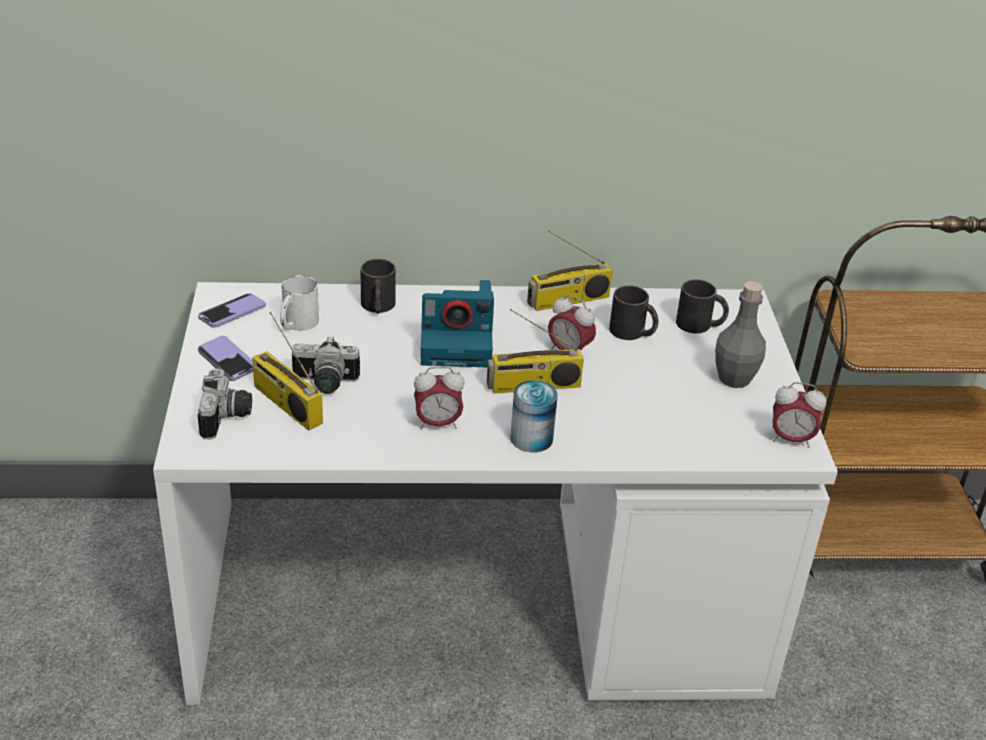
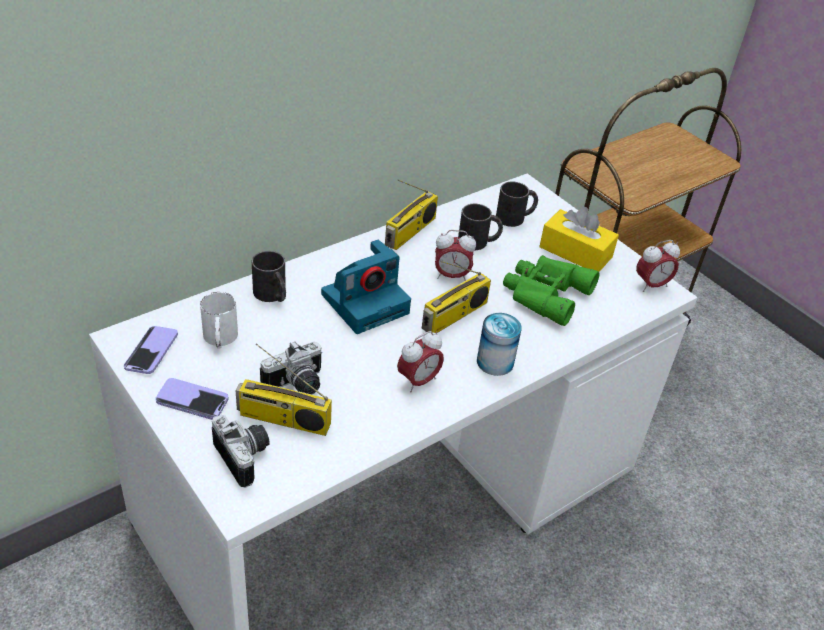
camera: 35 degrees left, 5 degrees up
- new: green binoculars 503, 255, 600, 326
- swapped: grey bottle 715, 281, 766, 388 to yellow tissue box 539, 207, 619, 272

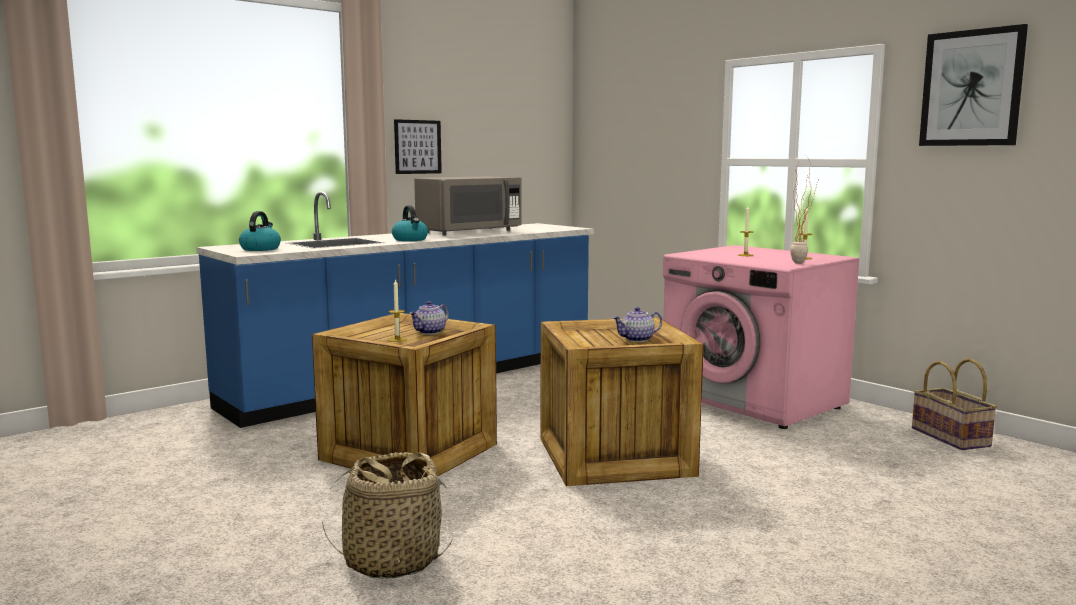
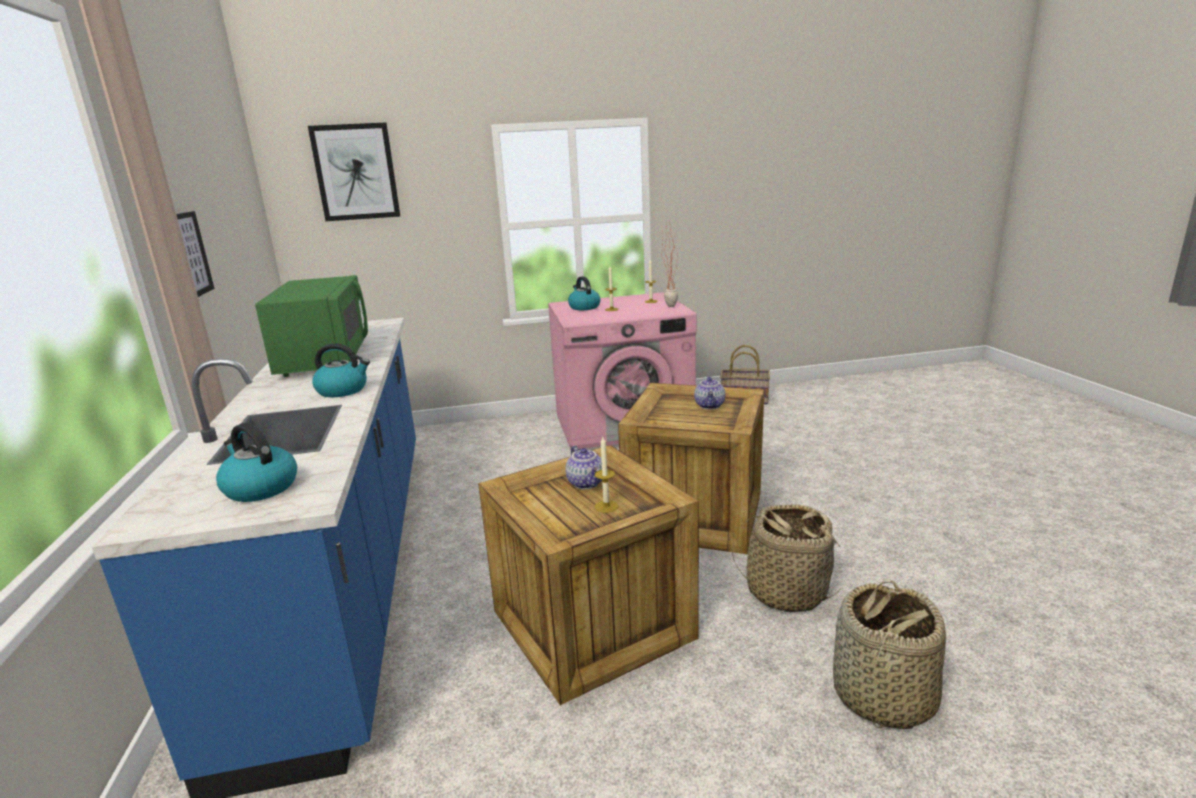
camera: 60 degrees left, 10 degrees up
- repainted: grey microwave 414, 177, 522, 236 to green microwave 255, 275, 368, 377
- shifted: picture 919, 24, 1028, 146 to 308, 123, 400, 221
- new: kettle 568, 276, 601, 310
- new: basket 731, 504, 841, 613

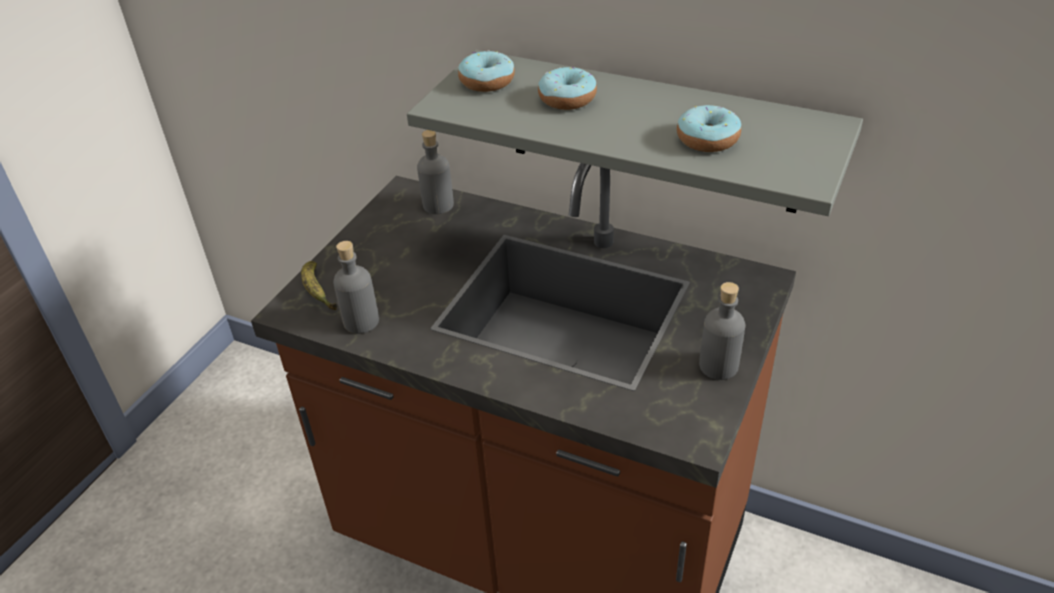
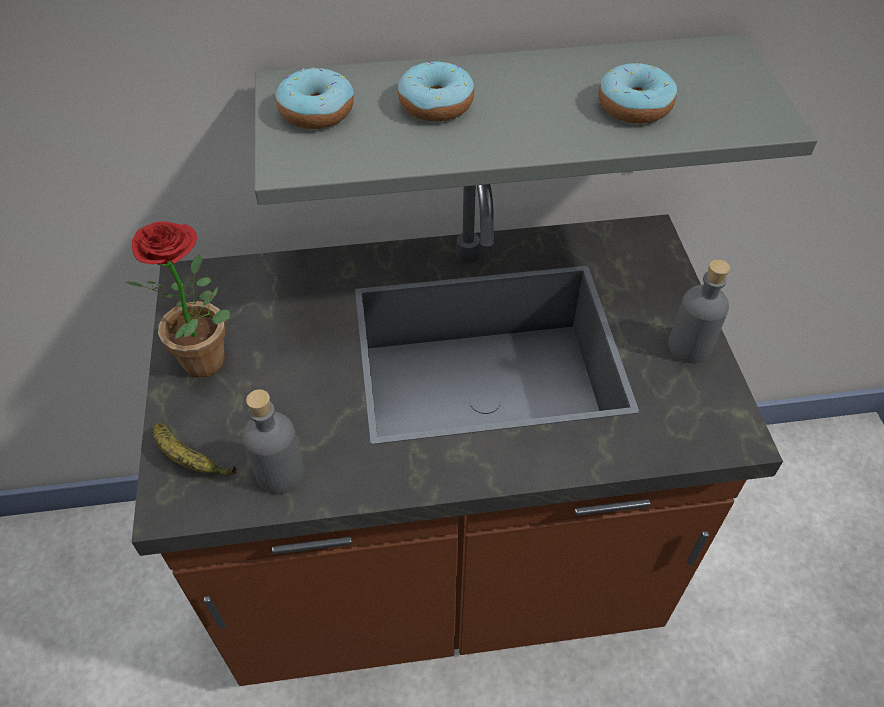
camera: 35 degrees left, 10 degrees up
- new: potted plant 126, 222, 230, 378
- gone: grey bottle 417, 130, 454, 214

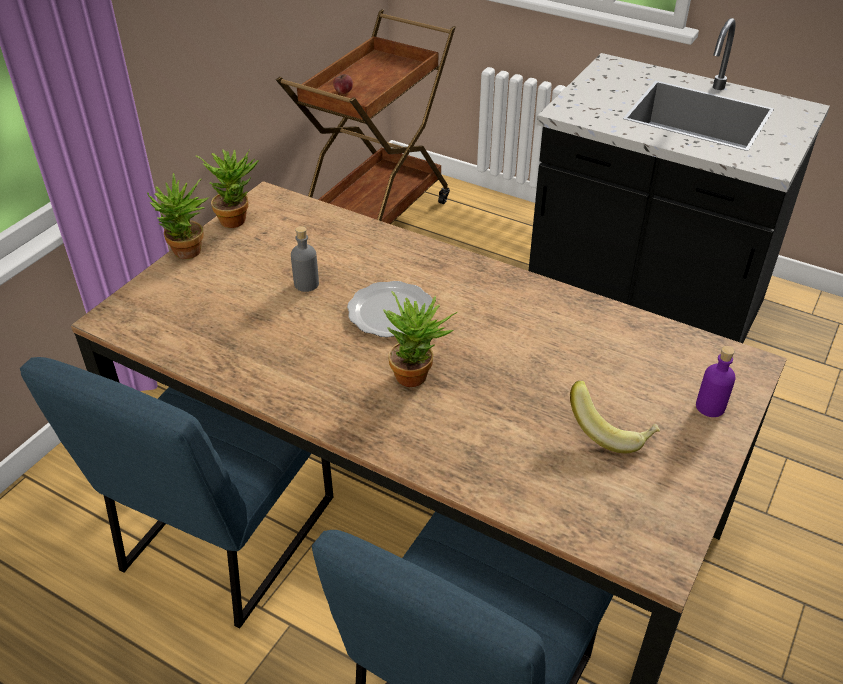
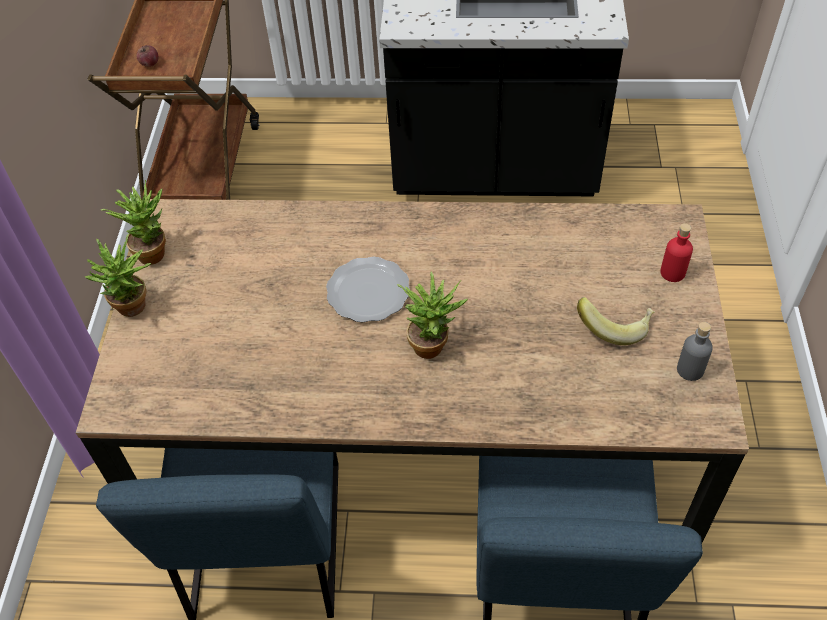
camera: 25 degrees left, 10 degrees up
- repainted: purple bottle 696, 346, 735, 417 to red bottle 660, 223, 693, 282
- shifted: grey bottle 291, 226, 319, 292 to 677, 322, 713, 381

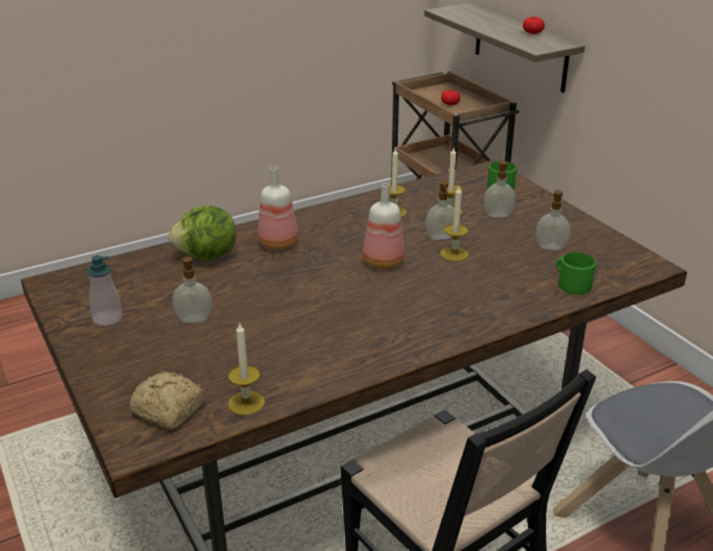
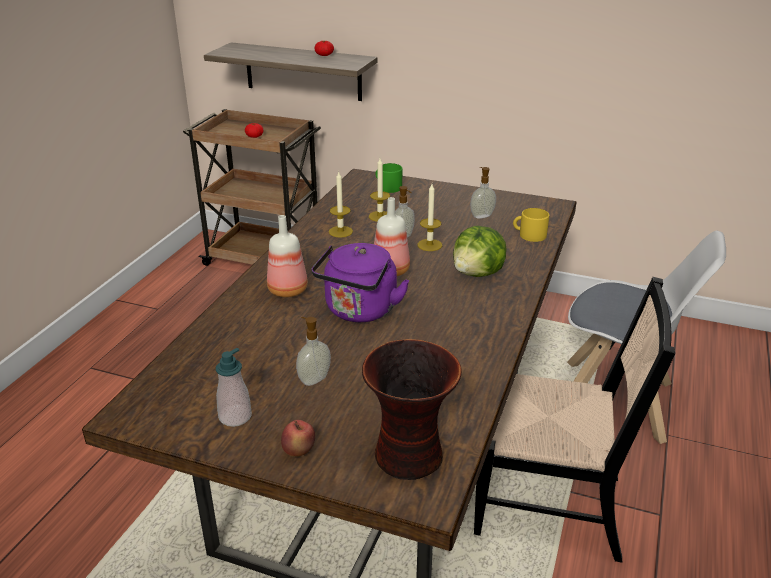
camera: 40 degrees left, 0 degrees up
- new: apple 281, 420, 315, 457
- new: purple kettle 312, 243, 409, 322
- swapped: bread 130, 371, 206, 429 to vase 362, 339, 462, 480
- shifted: lettuce 168, 206, 236, 260 to 453, 226, 507, 277
- repainted: green mug 556, 252, 596, 295 to yellow mug 513, 208, 549, 242
- gone: candle 228, 322, 265, 415
- gone: soap dispenser 484, 160, 516, 217

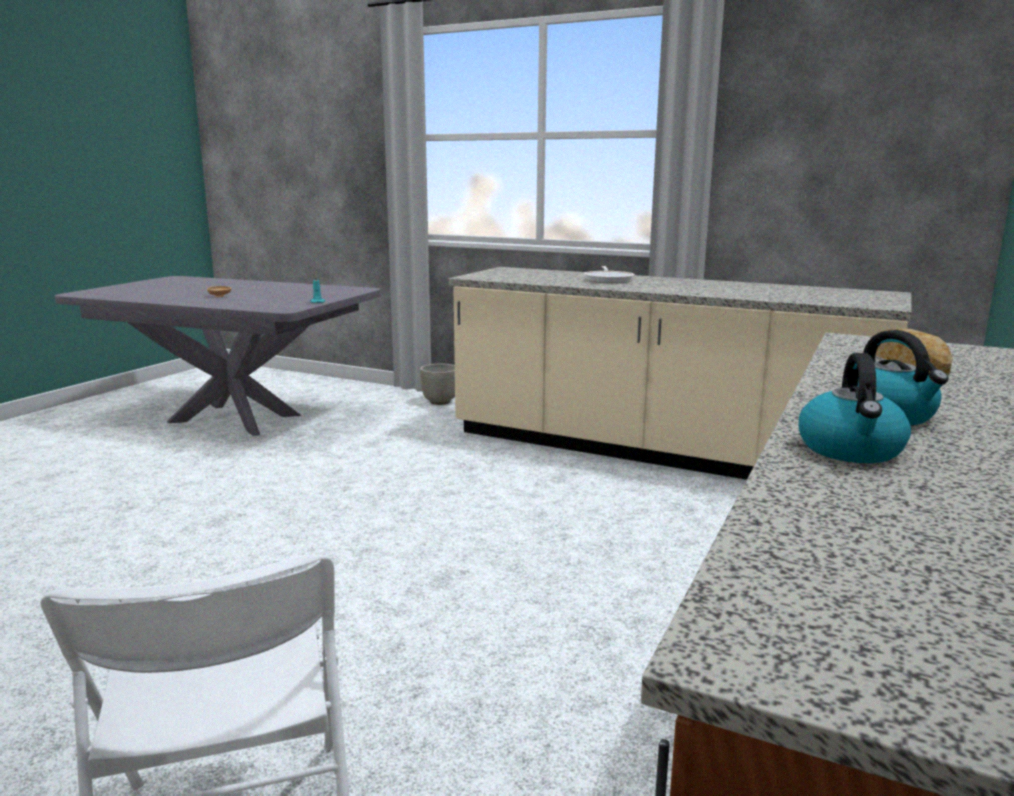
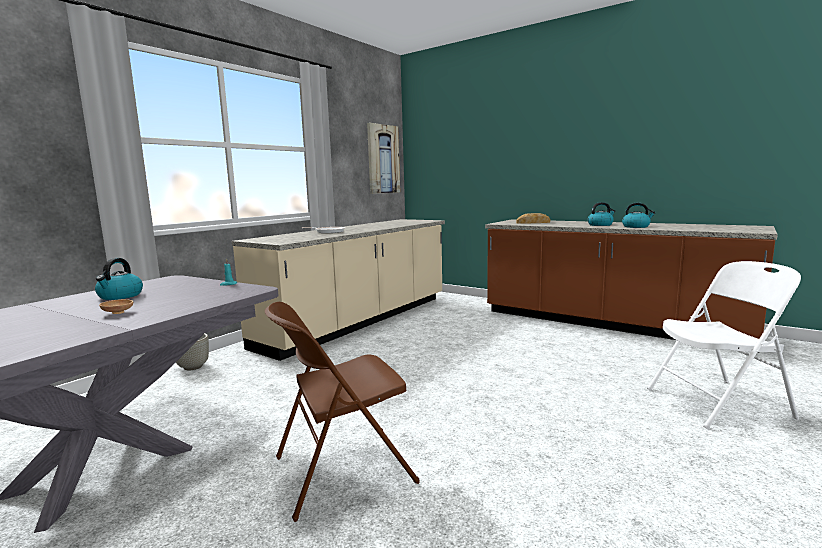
camera: 80 degrees left, 5 degrees down
- new: kettle 95, 258, 143, 300
- new: brown chair 265, 302, 420, 522
- new: picture 367, 123, 400, 194

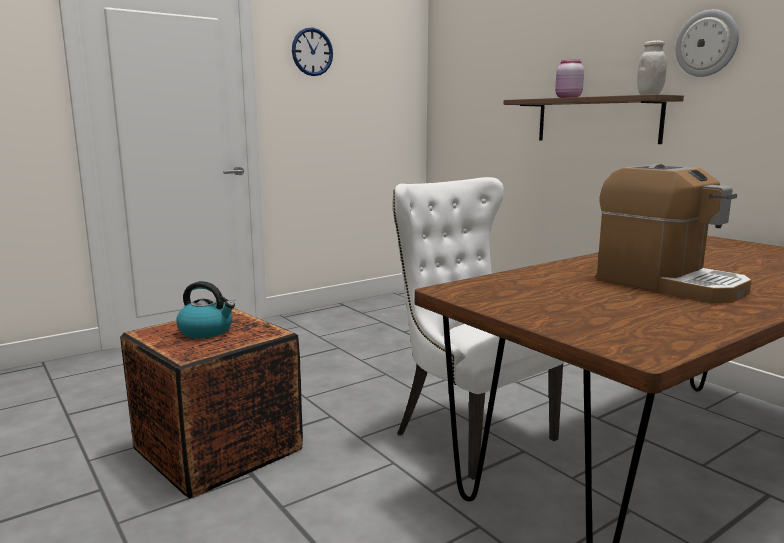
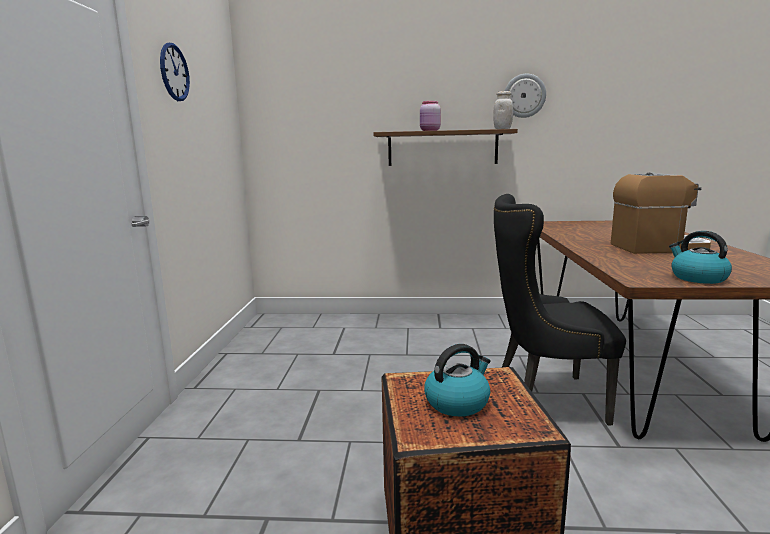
camera: 50 degrees left, 0 degrees up
- repainted: white chair 392, 177, 564, 480 to black chair 494, 194, 626, 425
- new: kettle 669, 231, 732, 284

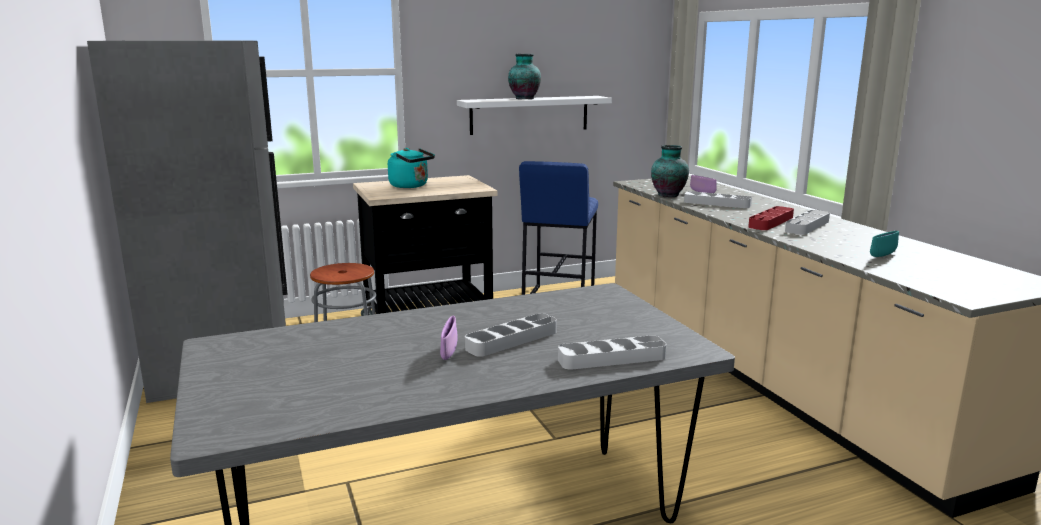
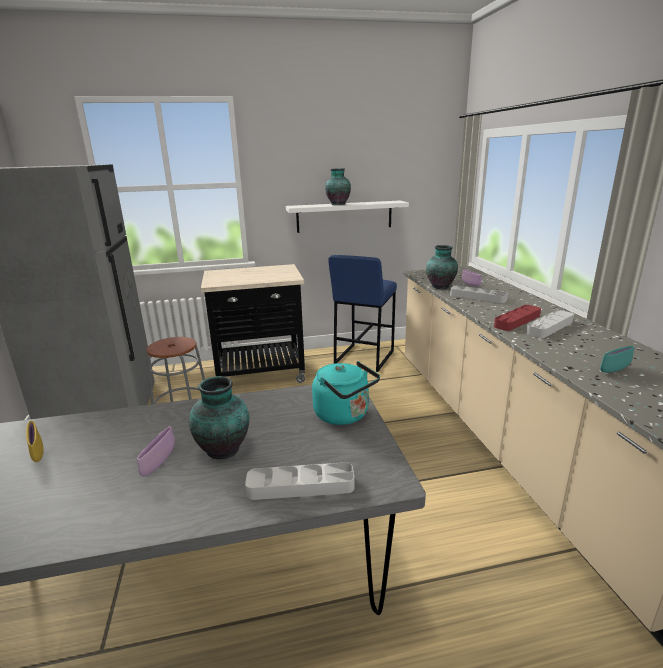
camera: 10 degrees right, 5 degrees up
- new: yellow bowl 26, 421, 43, 462
- swapped: grey tray 465, 313, 557, 357 to vase 189, 376, 249, 459
- shifted: turquoise kettle 388, 148, 435, 188 to 312, 361, 380, 425

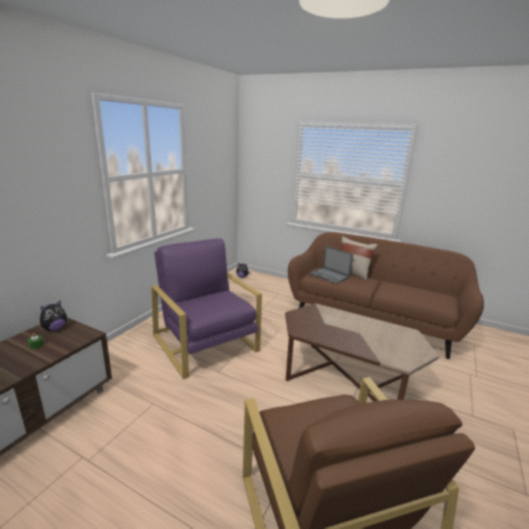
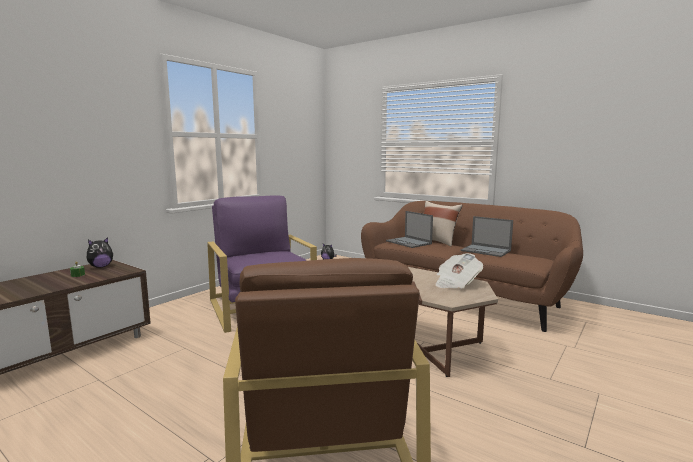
camera: 10 degrees right, 10 degrees down
- new: newspaper 435, 253, 483, 289
- new: laptop 461, 216, 513, 257

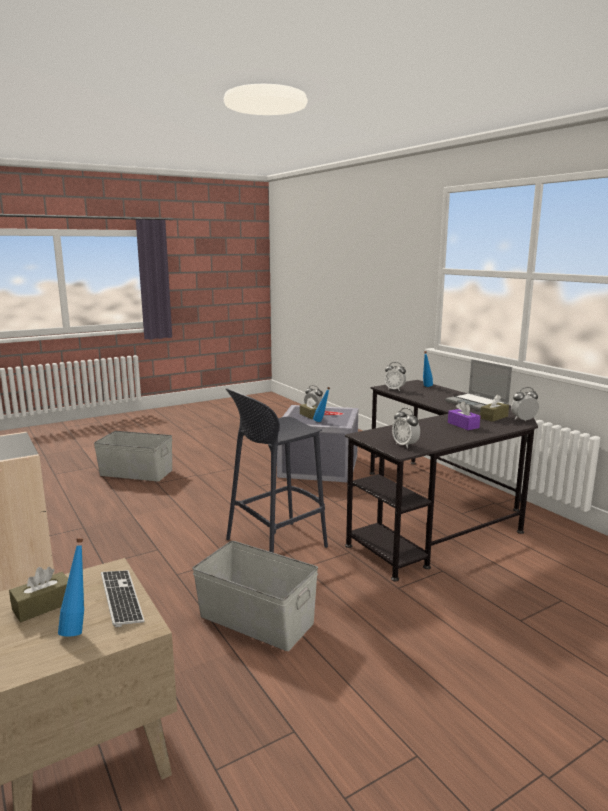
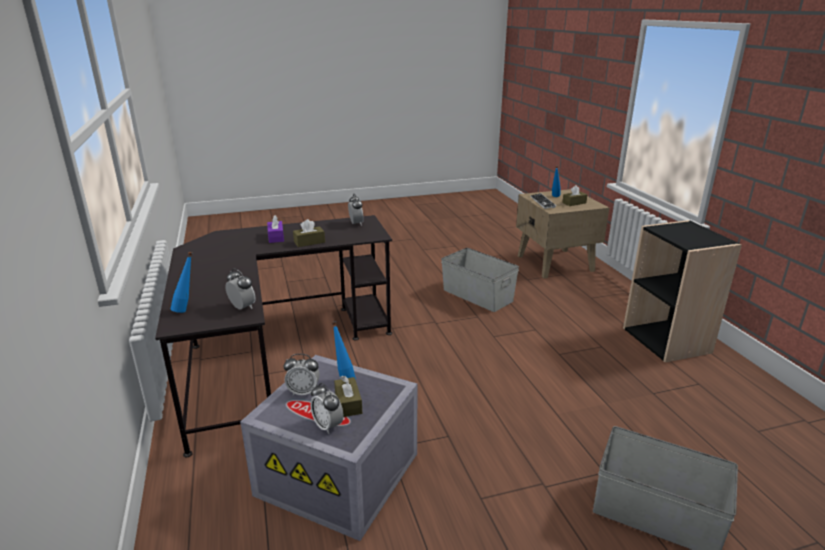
camera: 165 degrees left, 10 degrees up
- shifted: alarm clock 511, 387, 539, 421 to 284, 354, 320, 395
- shifted: brown tissue box 480, 395, 509, 422 to 293, 219, 325, 247
- gone: grey stool 226, 388, 328, 553
- gone: laptop 445, 359, 512, 411

